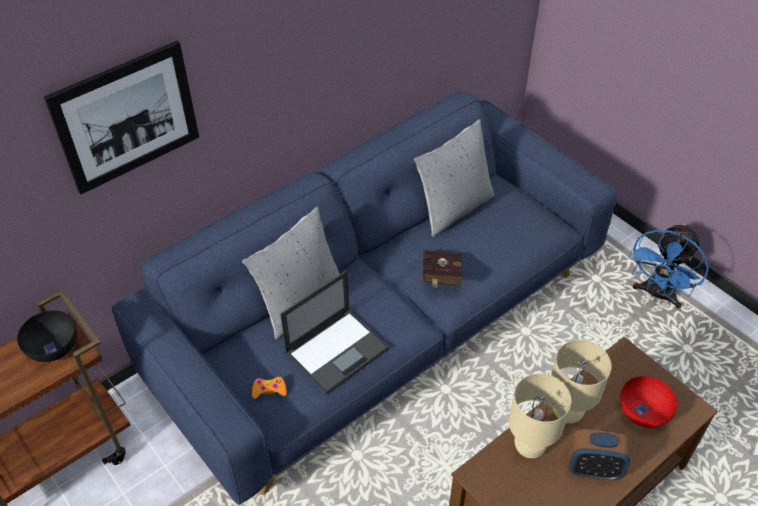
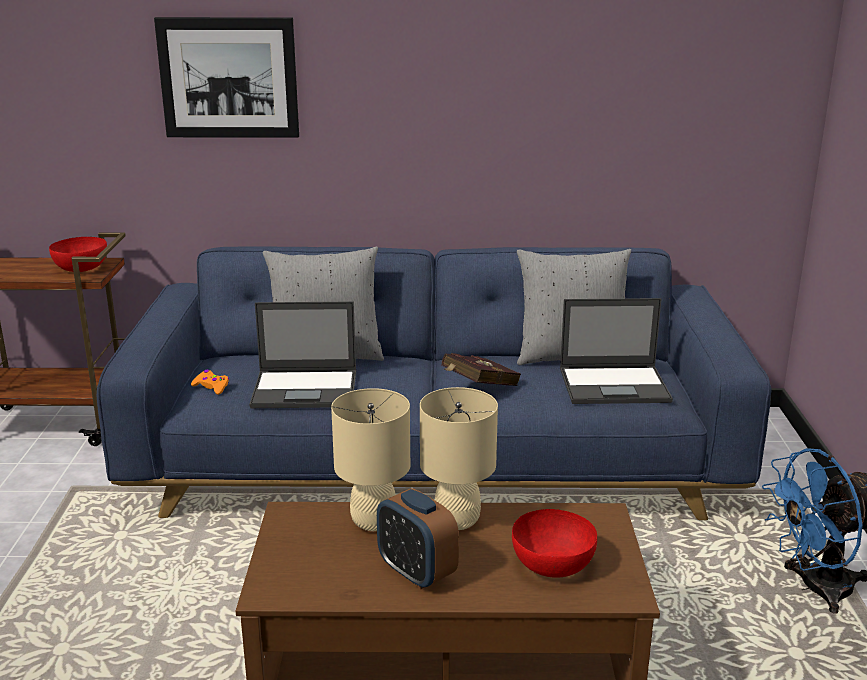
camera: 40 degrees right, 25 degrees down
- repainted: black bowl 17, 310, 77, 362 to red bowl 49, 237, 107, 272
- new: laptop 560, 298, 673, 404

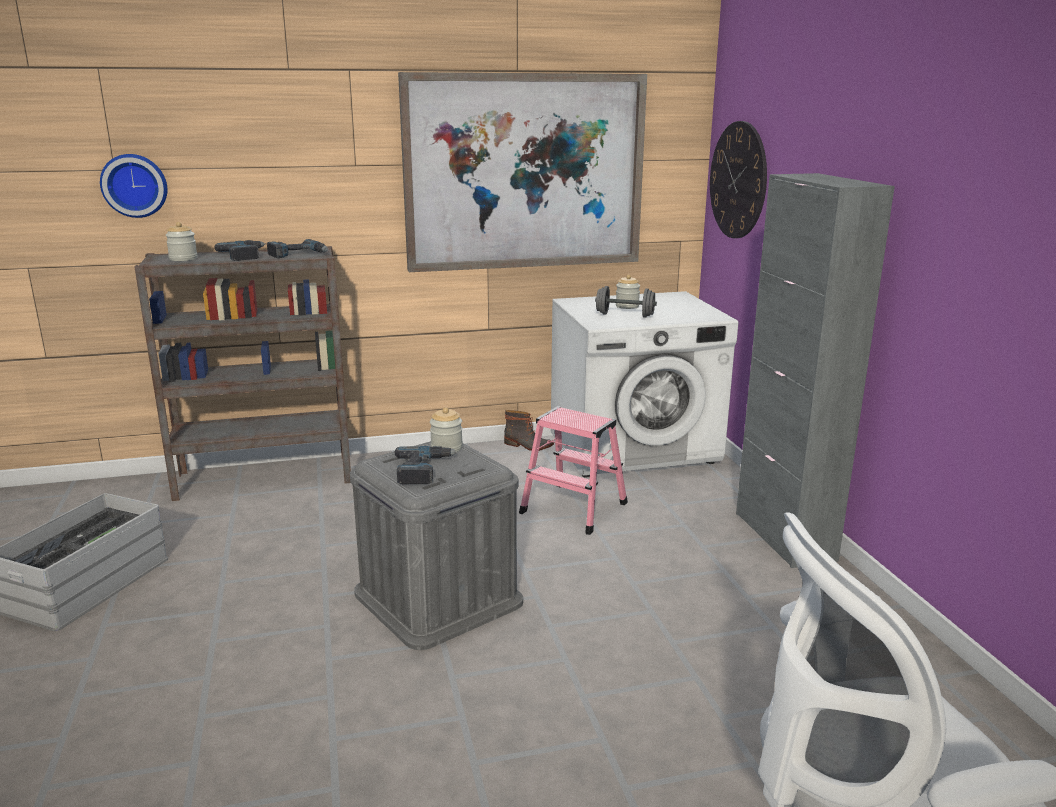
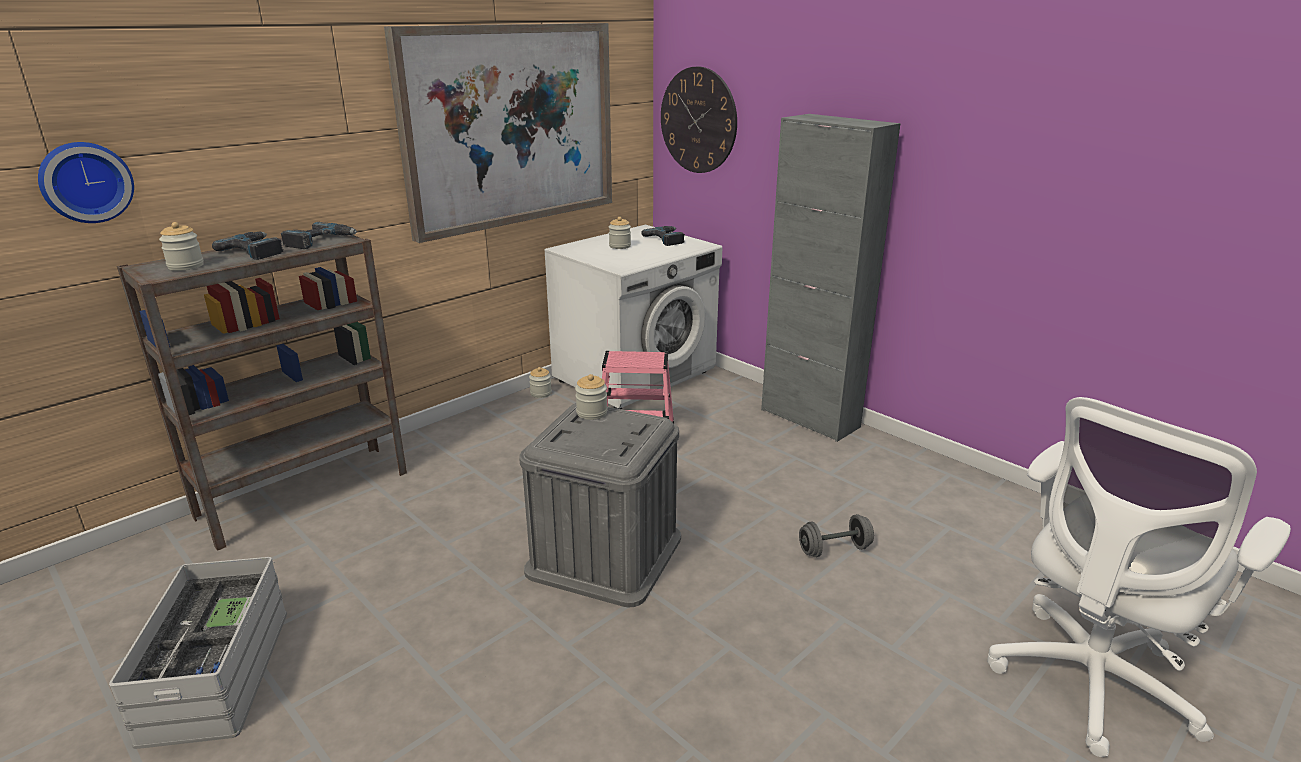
camera: 30 degrees left, 5 degrees up
- swapped: boot 504, 410, 554, 451 to jar 529, 367, 552, 398
- shifted: power drill 395, 446, 458, 484 to 641, 226, 685, 246
- shifted: grey dumbbell 595, 286, 657, 317 to 799, 514, 874, 557

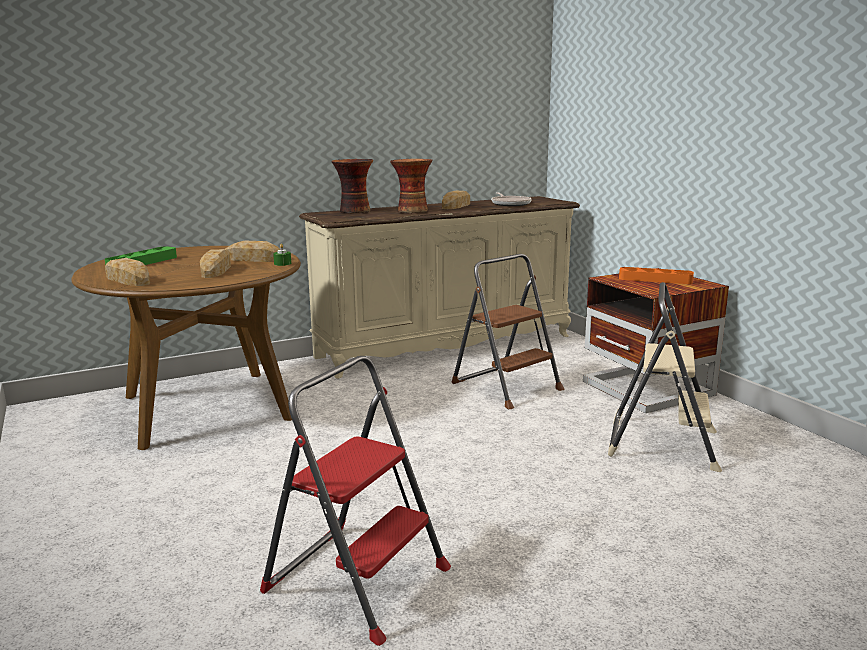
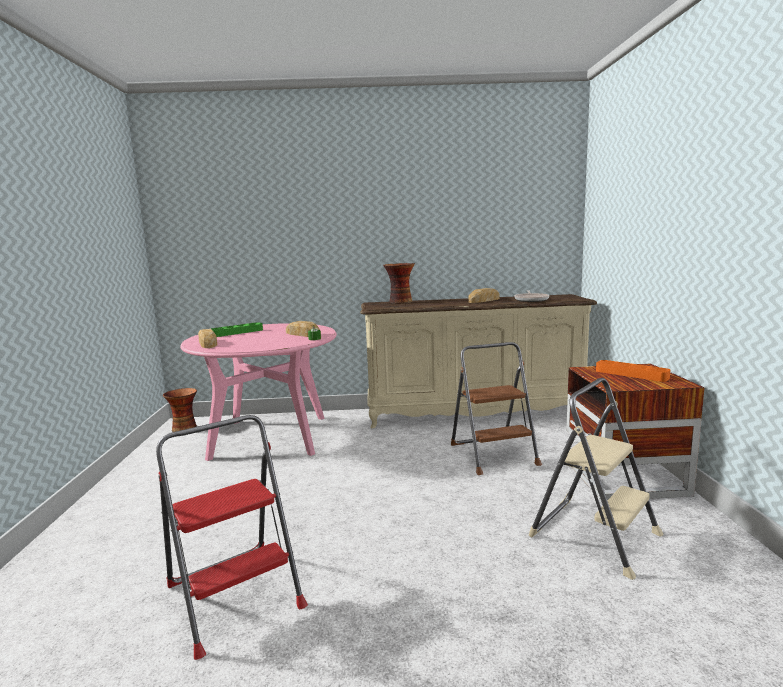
camera: 25 degrees right, 5 degrees down
- shifted: vase 390, 159, 433, 213 to 163, 388, 197, 432
- repainted: brown dining table 71, 246, 301, 450 to pink dining table 180, 323, 337, 461
- gone: bread 200, 249, 231, 278

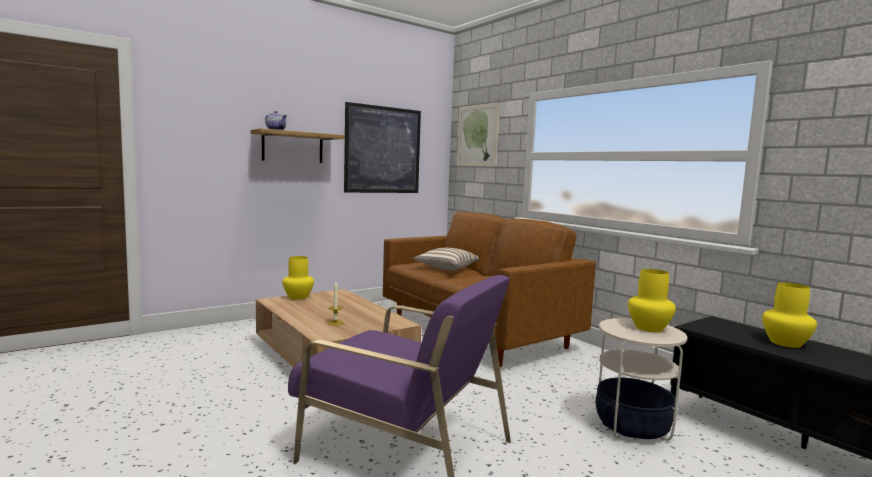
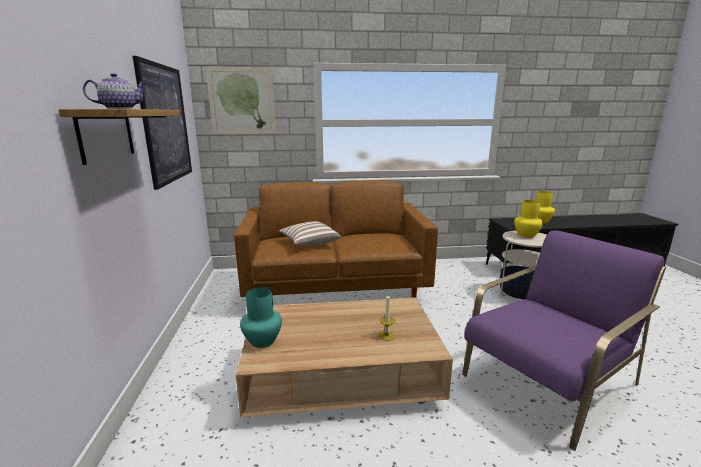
camera: 60 degrees left, 10 degrees up
- repainted: yellow vase 282, 256, 314, 300 to turquoise vase 240, 287, 282, 348

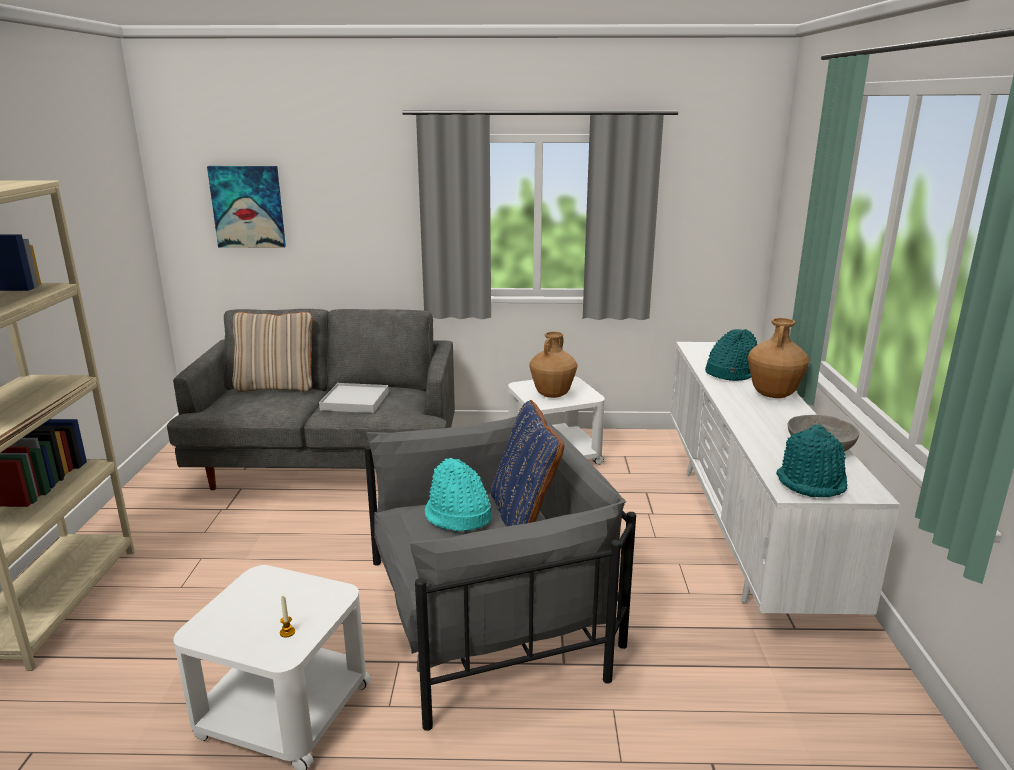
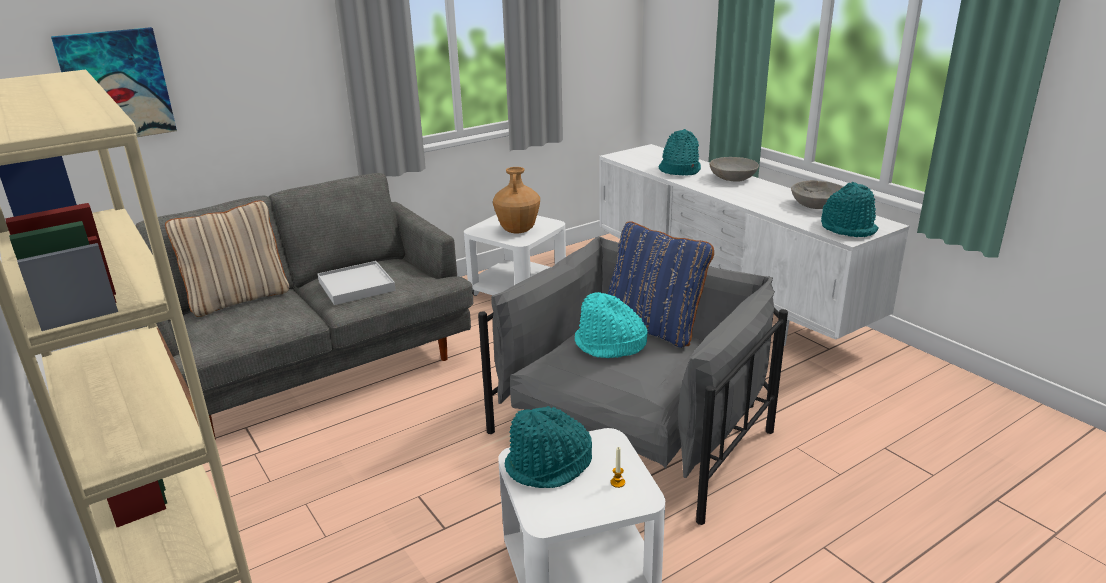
camera: 35 degrees left, 5 degrees up
- new: turquoise hat 505, 406, 592, 488
- swapped: brown vase 748, 318, 809, 398 to grey bowl 710, 157, 759, 182

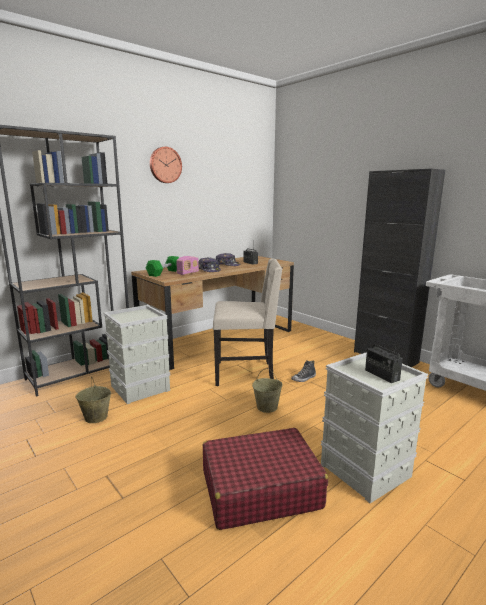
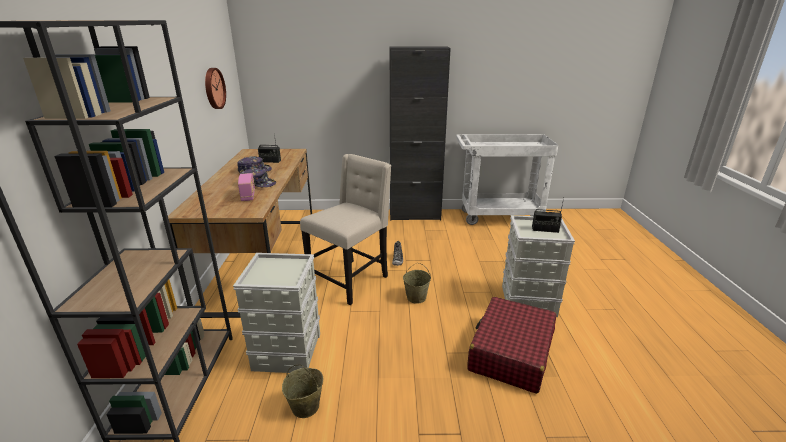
camera: 50 degrees left, 10 degrees up
- shifted: wall clock 150, 147, 182, 183 to 205, 68, 226, 109
- gone: green dumbbell 146, 256, 179, 277

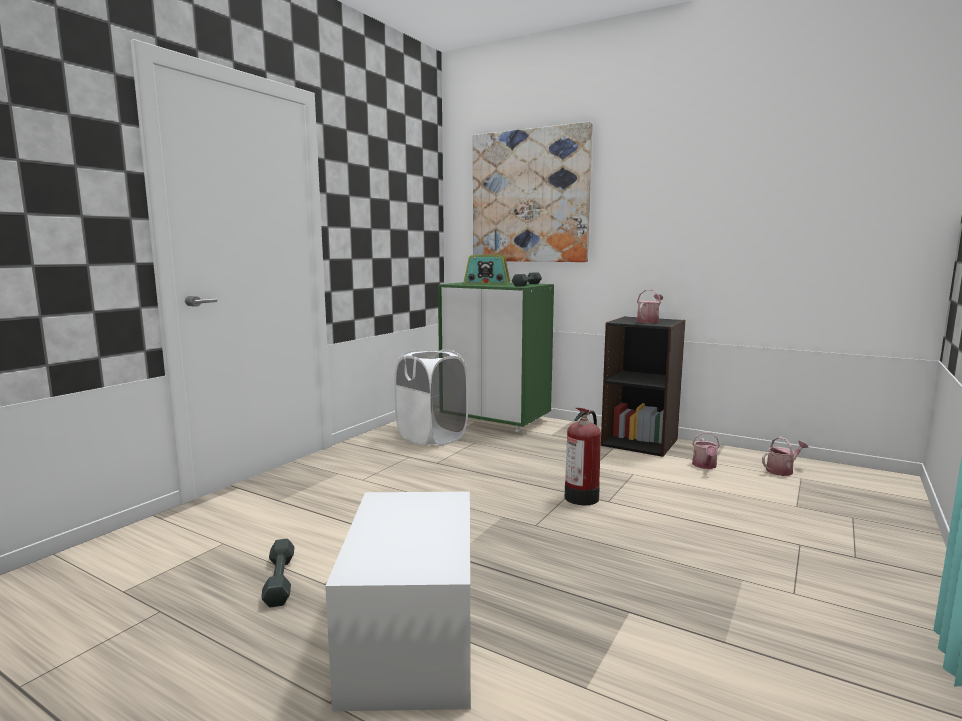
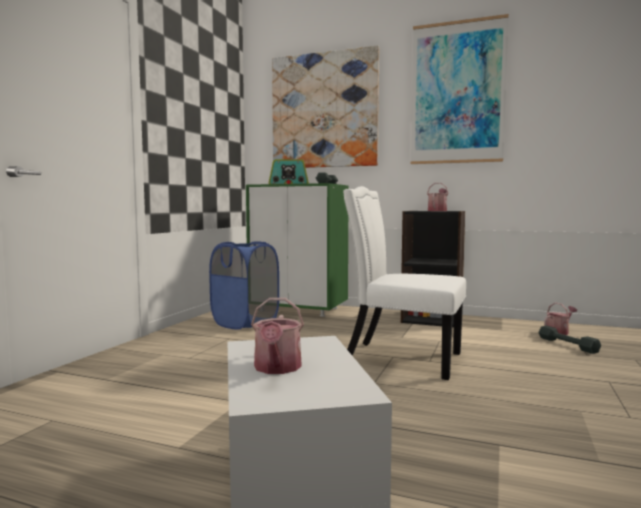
camera: 10 degrees left, 5 degrees down
- repainted: white laundry basket 394, 349, 468, 446 to blue laundry basket 209, 241, 279, 330
- shifted: watering can 692, 432, 720, 469 to 251, 298, 304, 374
- swapped: fire extinguisher 565, 407, 601, 505 to white chair 343, 186, 466, 380
- new: picture 411, 14, 509, 164
- shifted: grey dumbbell 261, 539, 294, 608 to 538, 326, 601, 354

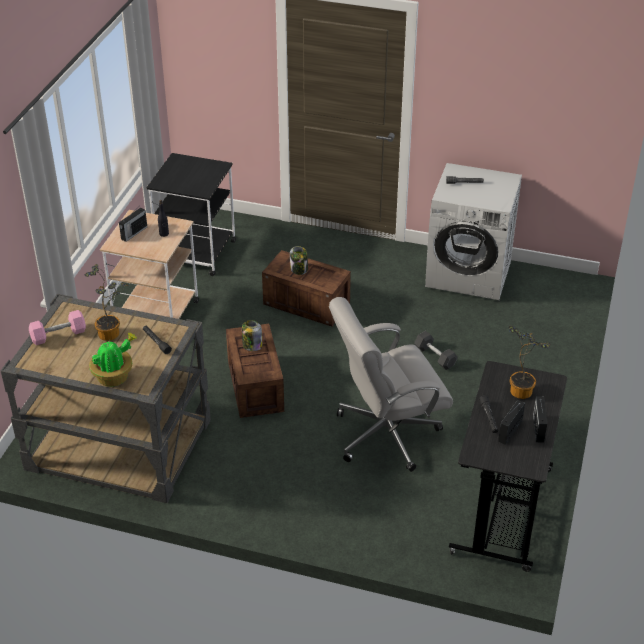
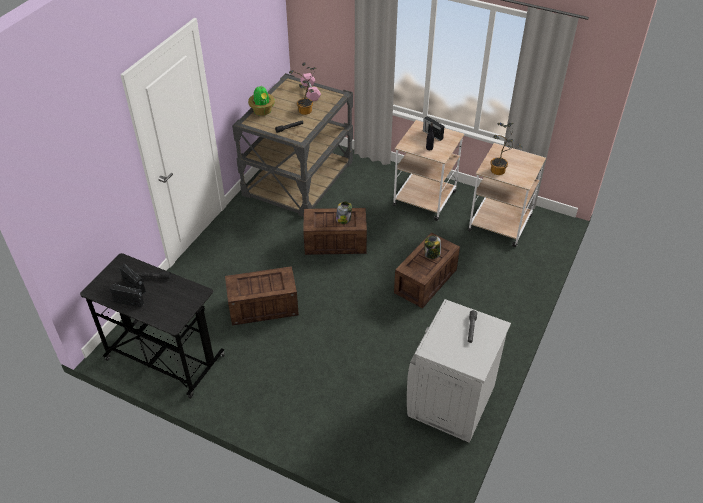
camera: 100 degrees right, 5 degrees up
- swapped: grey office chair 329, 297, 453, 472 to crate 225, 266, 299, 326
- repainted: black cart 146, 153, 236, 276 to beige cart 468, 143, 546, 247
- shifted: potted plant 509, 326, 551, 399 to 490, 123, 523, 175
- gone: grey dumbbell 414, 331, 458, 370

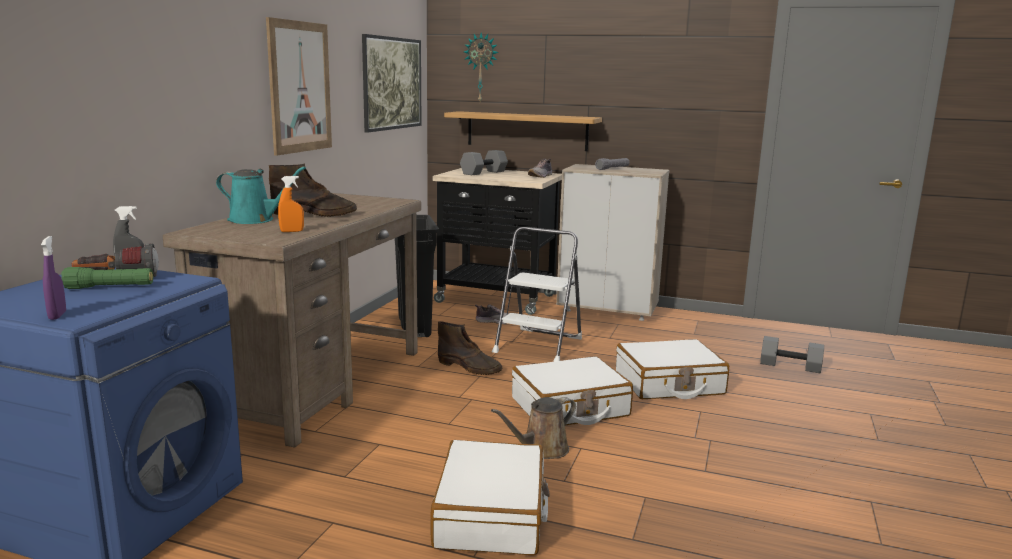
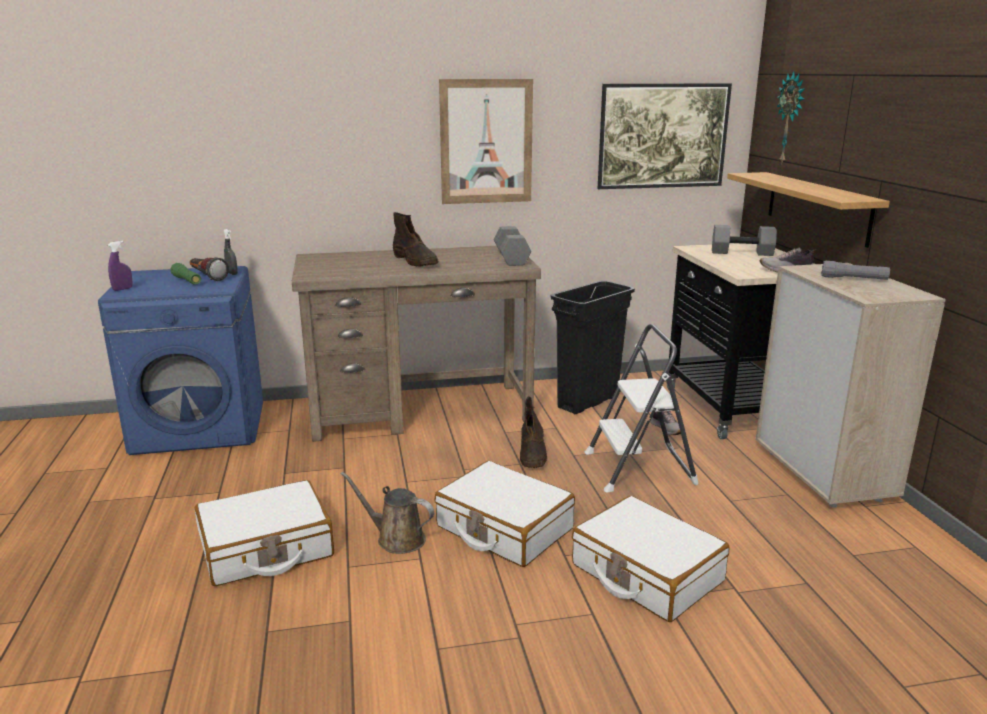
camera: 60 degrees right, 5 degrees up
- shifted: grey dumbbell 760, 336, 824, 373 to 494, 226, 531, 266
- gone: turquoise watering can 216, 166, 306, 224
- gone: orange spray bottle 278, 176, 304, 232

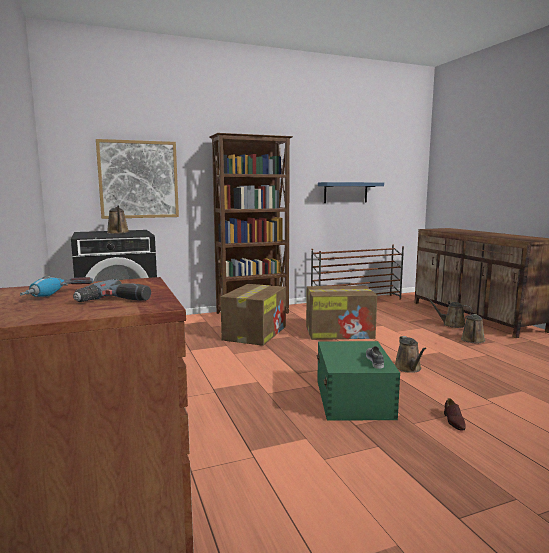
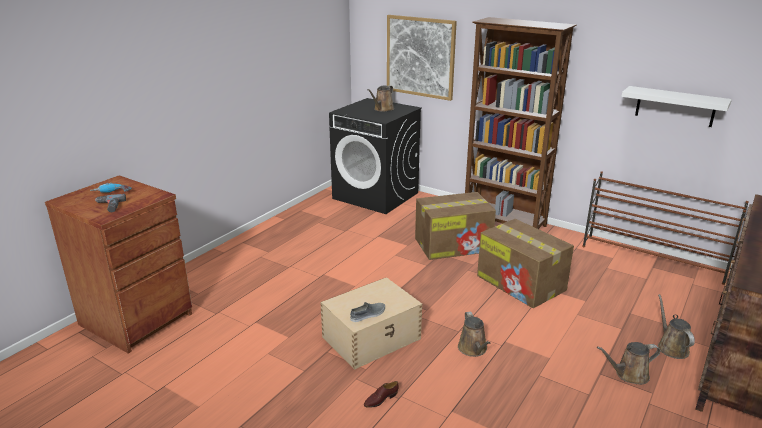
camera: 55 degrees right, 15 degrees up
- repainted: green storage box 317, 341, 400, 421 to beige storage box 320, 277, 422, 369
- rotated: brown watering can 394, 336, 426, 373 = 458, 311, 490, 357 60 degrees counterclockwise
- repainted: blue shelf 318, 182, 384, 203 to white shelf 621, 86, 732, 127

